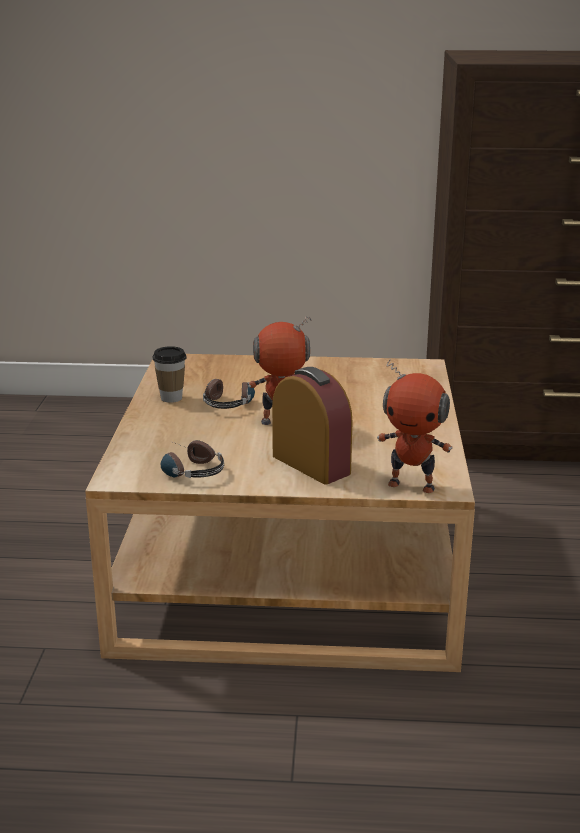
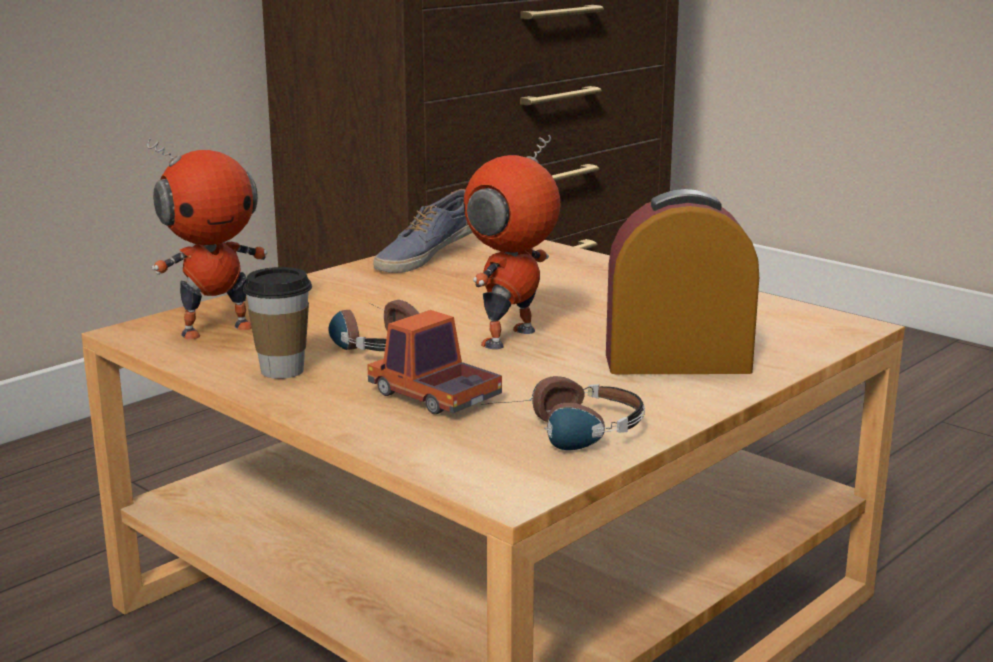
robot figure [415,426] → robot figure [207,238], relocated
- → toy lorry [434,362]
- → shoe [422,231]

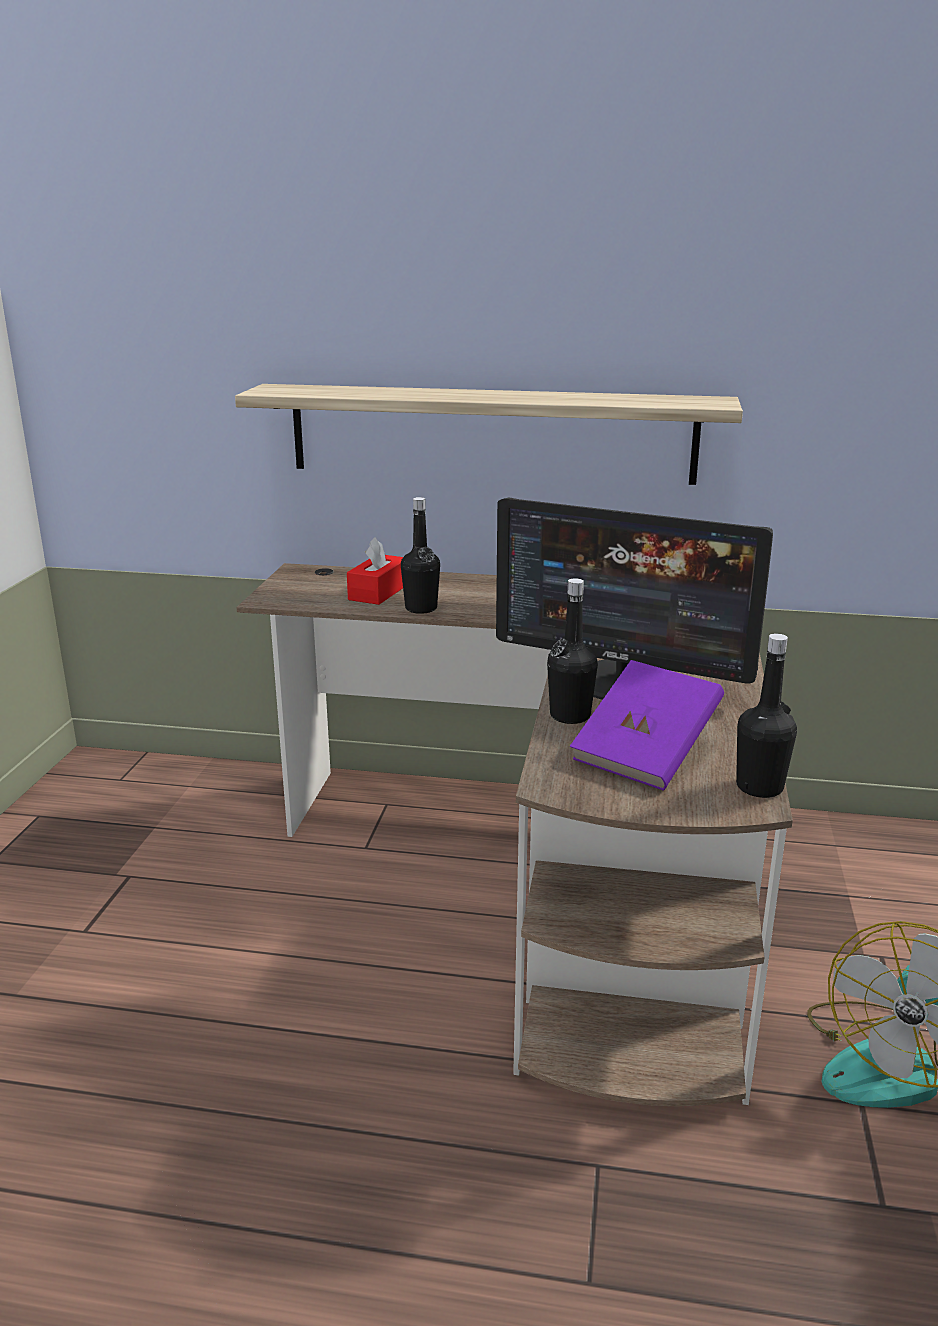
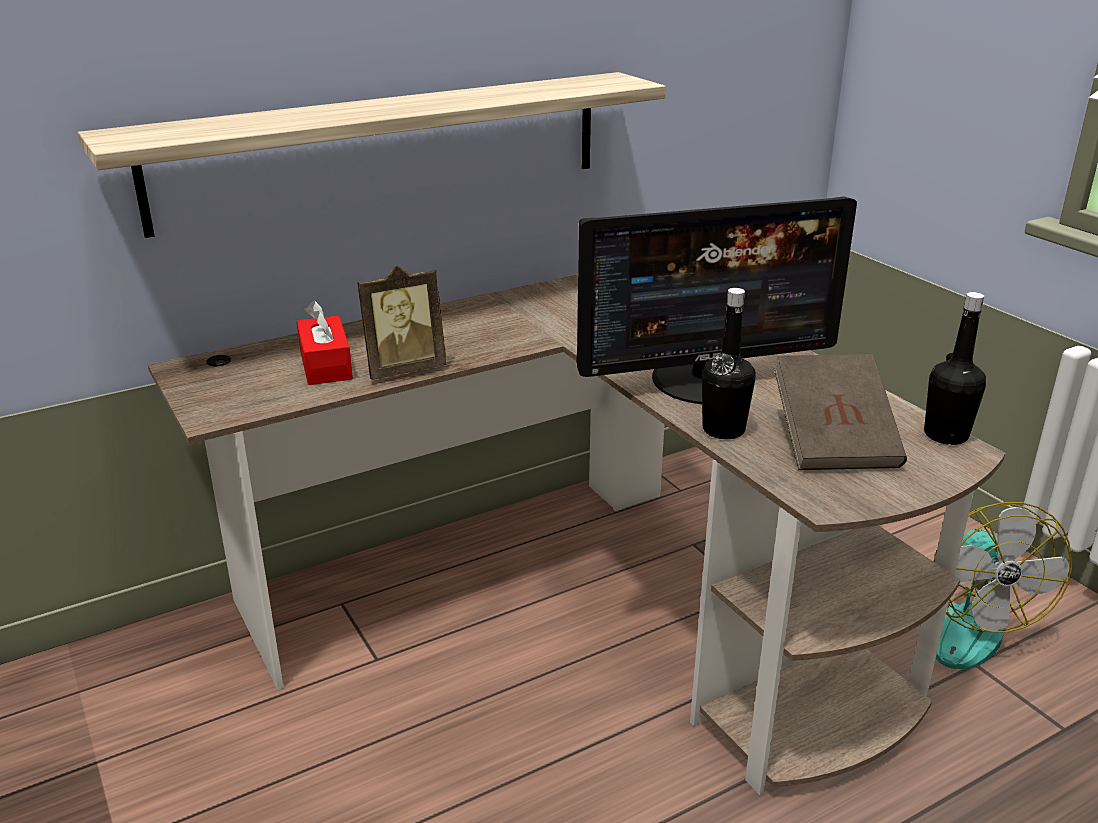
beverage bottle (blackish) [420,555] → standing frame [401,322]
volume (purple) [647,725] → volume (brown-coloured) [840,412]

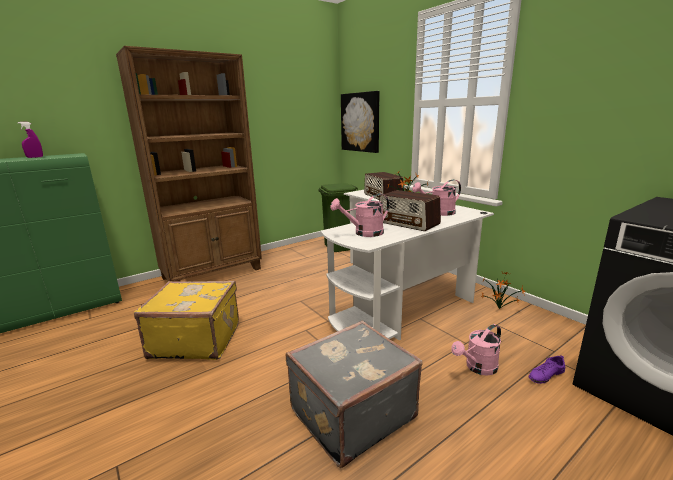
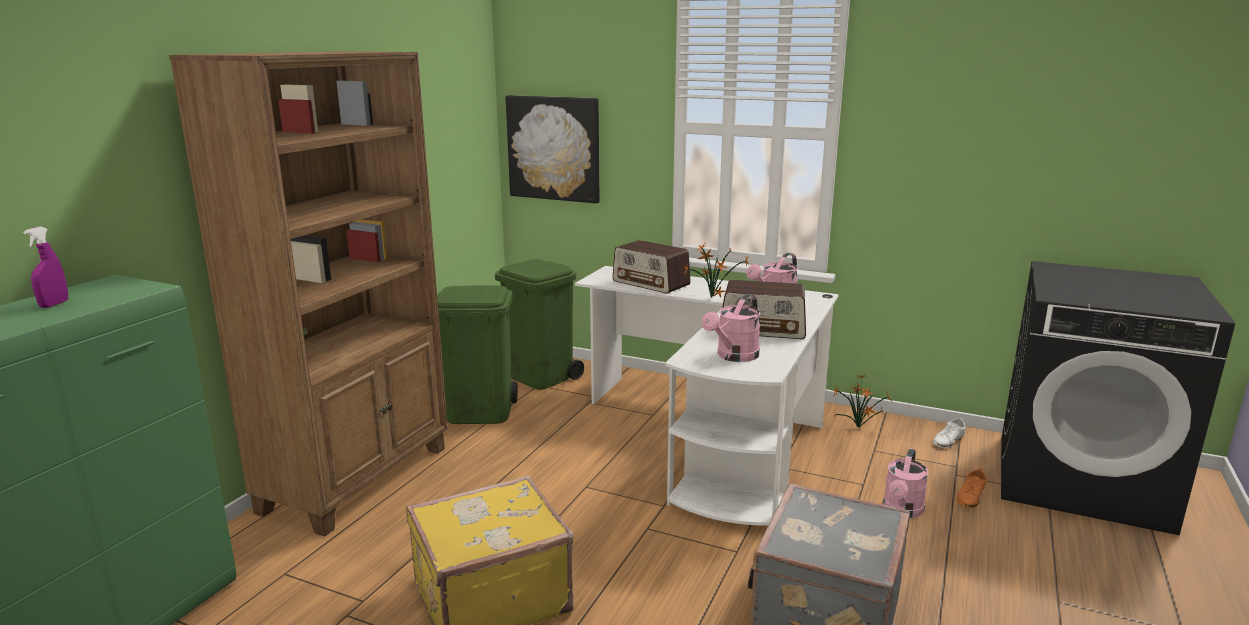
shoe (purple) [547,370] → shoe (orange-coloured) [971,488]
- → rubbish bin (green) [477,354]
- → shoe (white) [949,432]

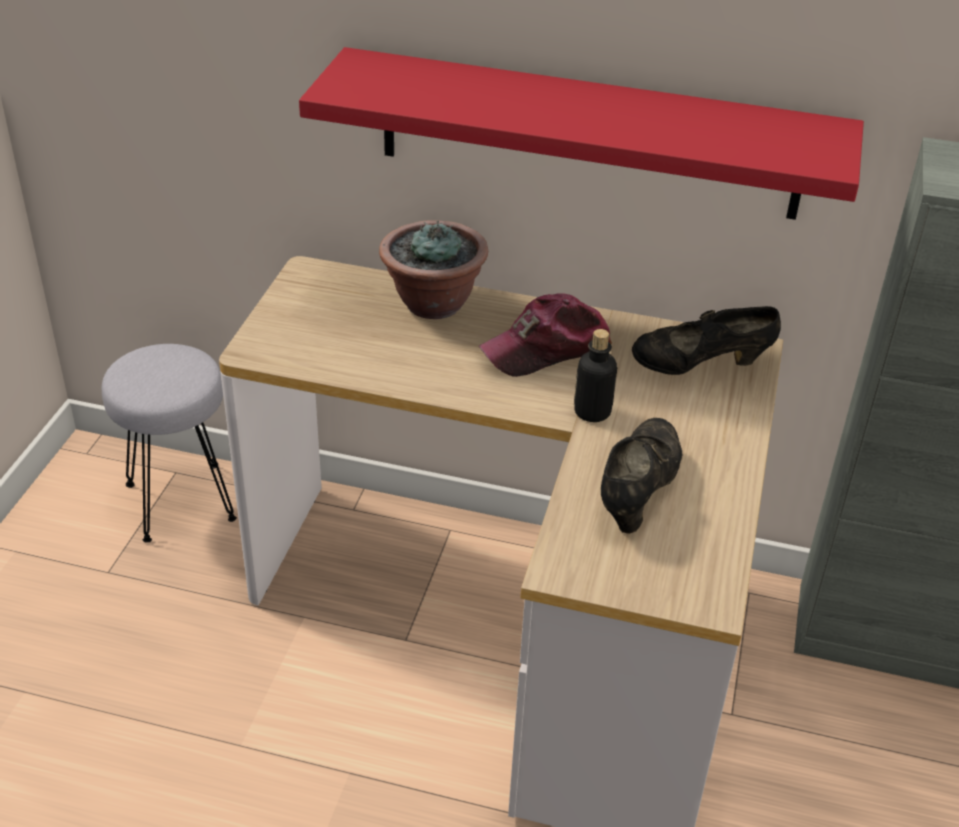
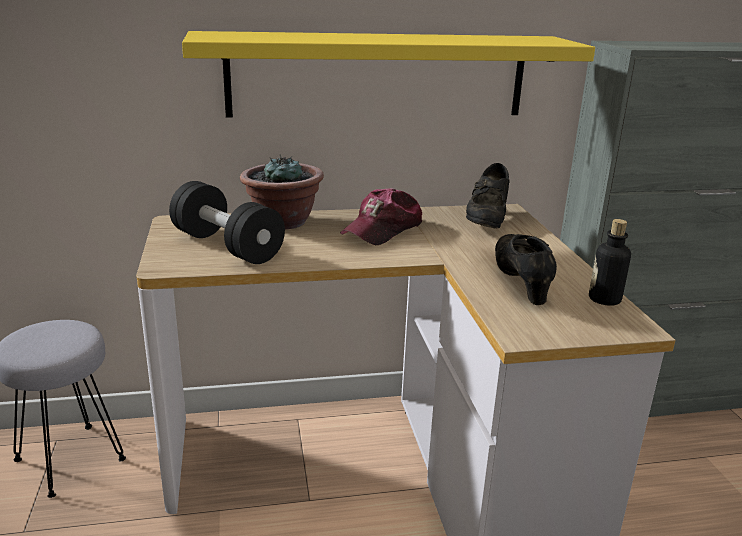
bracket shelf (reddish) [581,133] → bracket shelf (yellow) [388,74]
beverage bottle [595,375] → beverage bottle [610,262], relocated
shoe (blackish) [706,340] → shoe (blackish) [488,196], 45 degrees counterclockwise
- → dumbbell (blackish) [227,222]

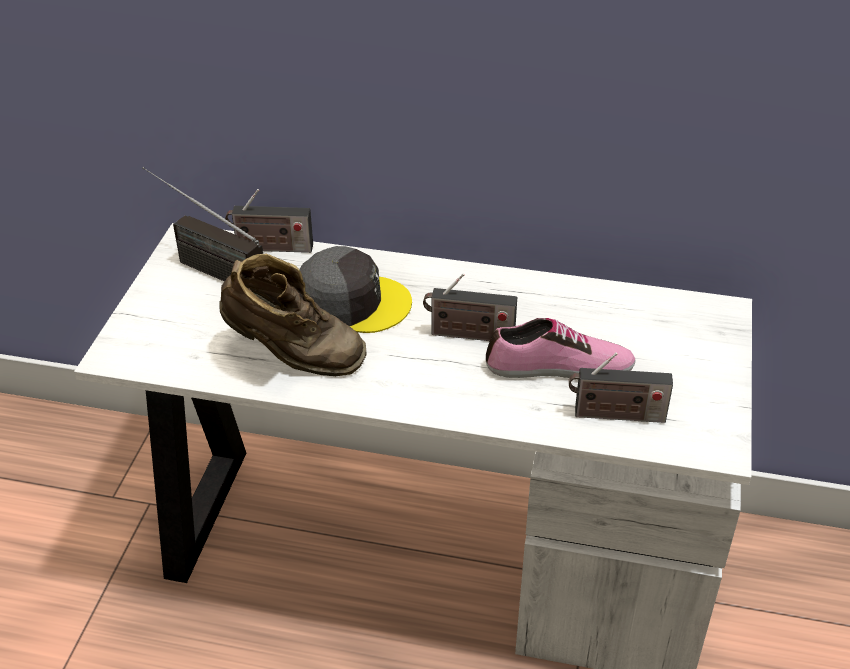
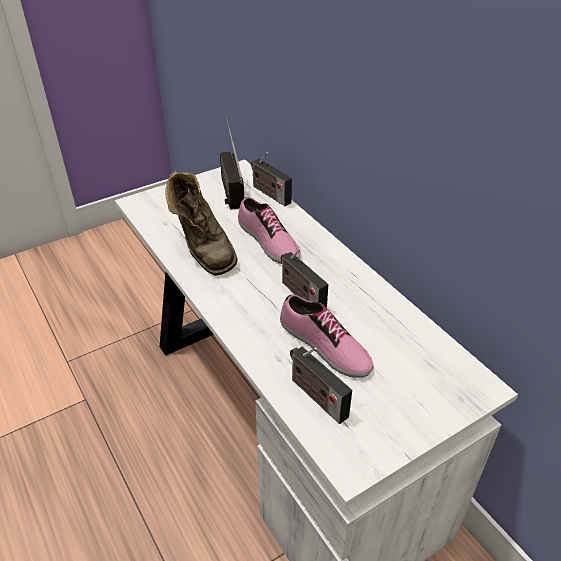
cap (gray) [355,289] → shoe [269,230]

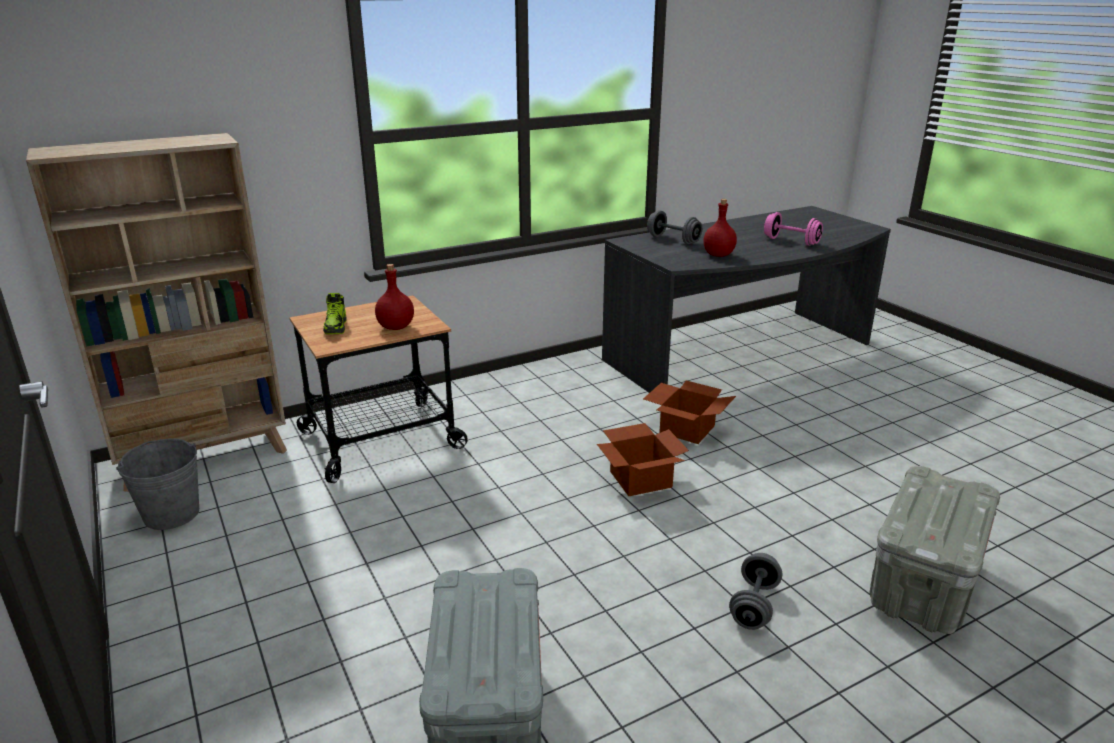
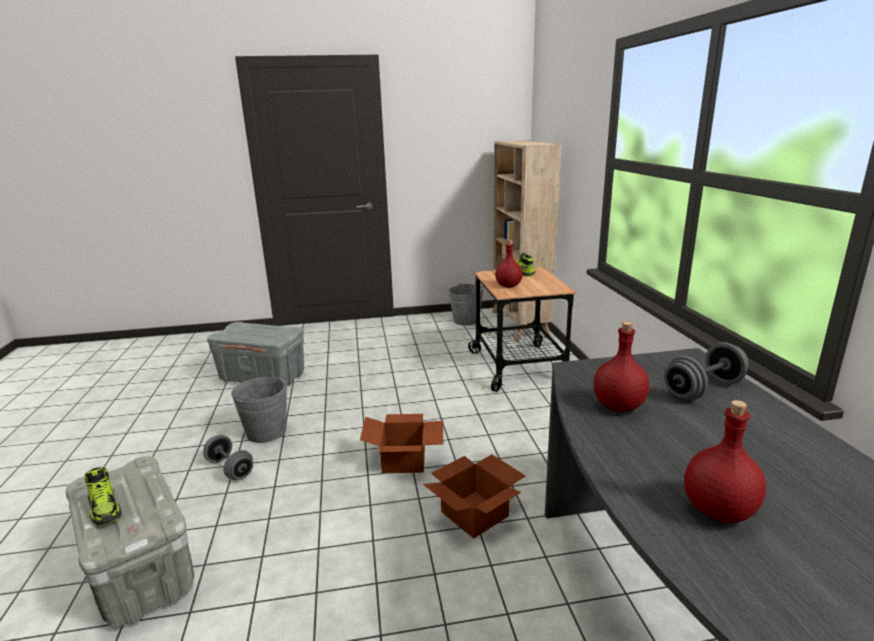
dumbbell (pink-coloured) [793,229] → beverage bottle (reddish) [725,461]
- → shoe [103,496]
- → bucket (gray) [259,410]

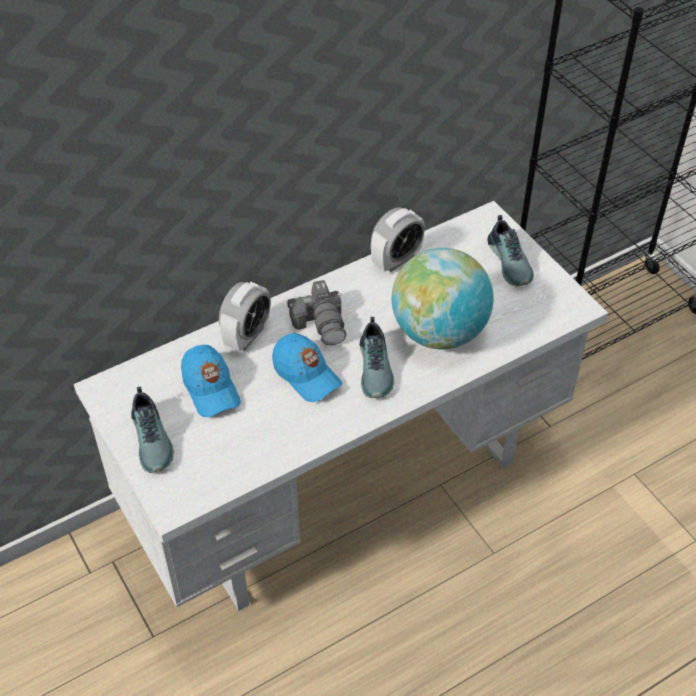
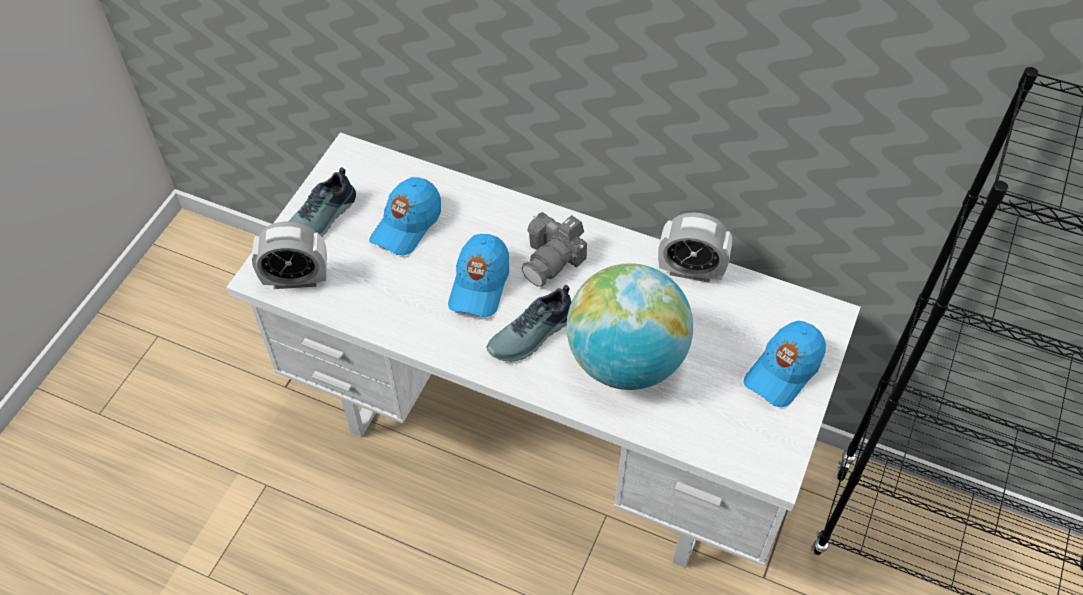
bedside clock [245,317] → bedside clock [289,255], relocated
shoe [510,250] → cap (blue-coloured) [784,364]

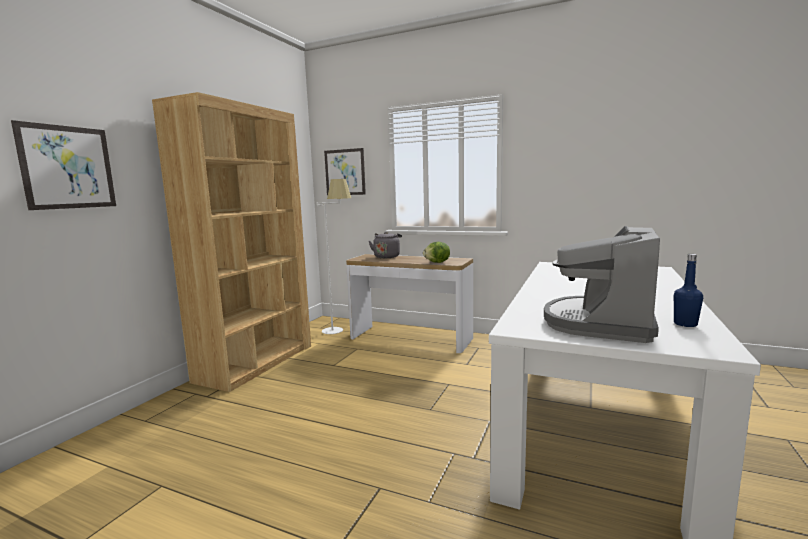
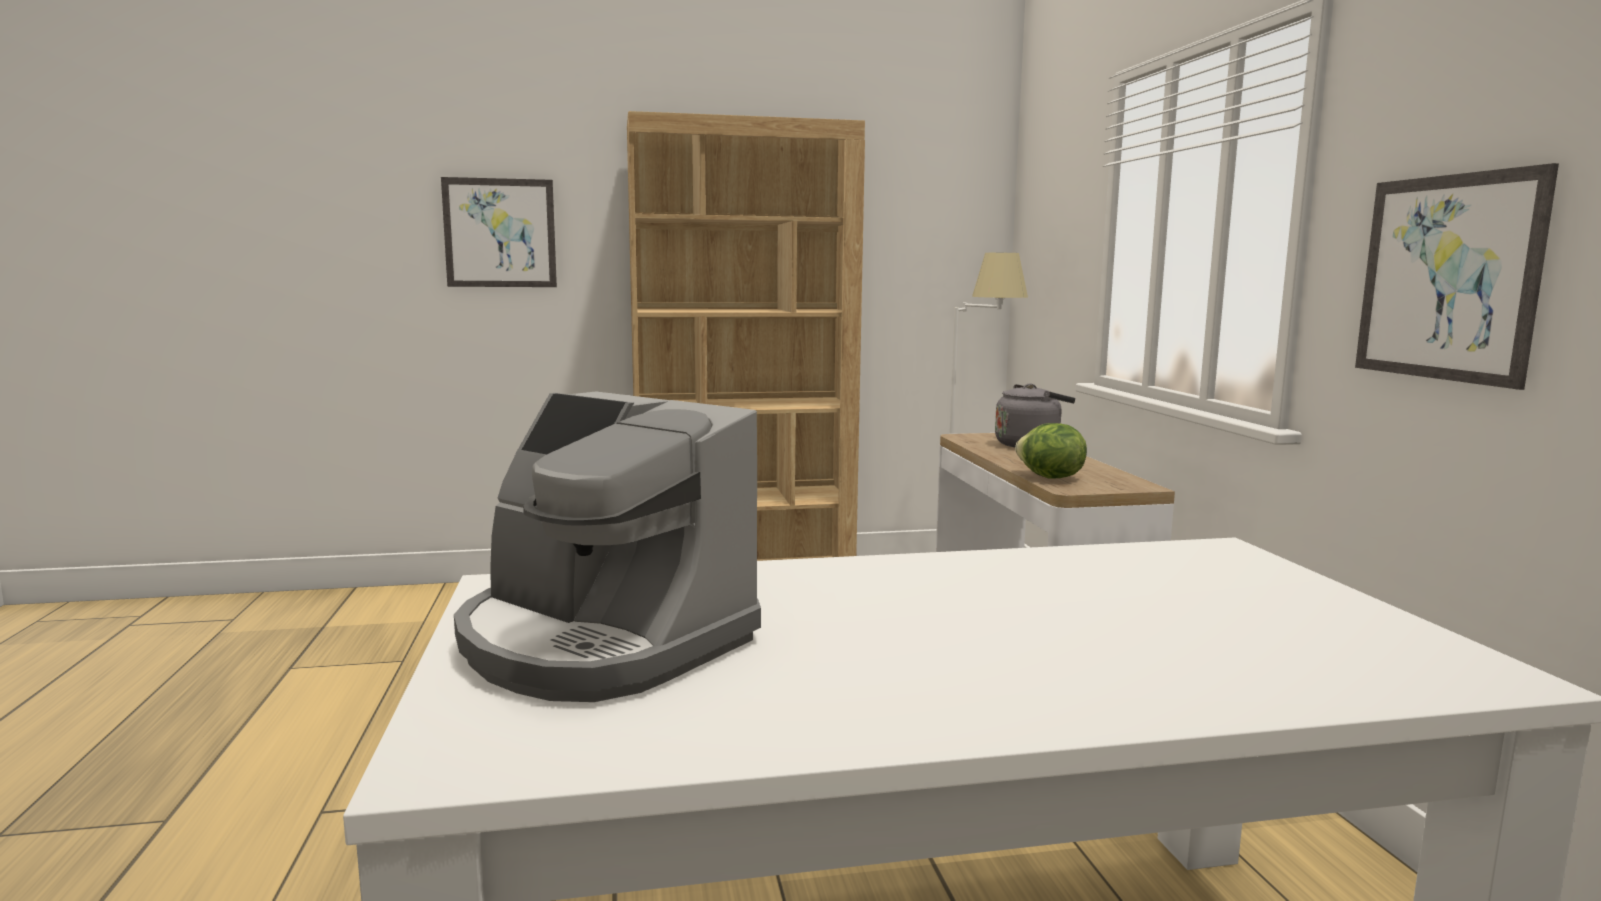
picture [345,171] → picture [1457,276], relocated
coffee machine [602,284] → coffee machine [607,547], 135 degrees counterclockwise
beverage bottle (blue-coloured) [688,290] → -

